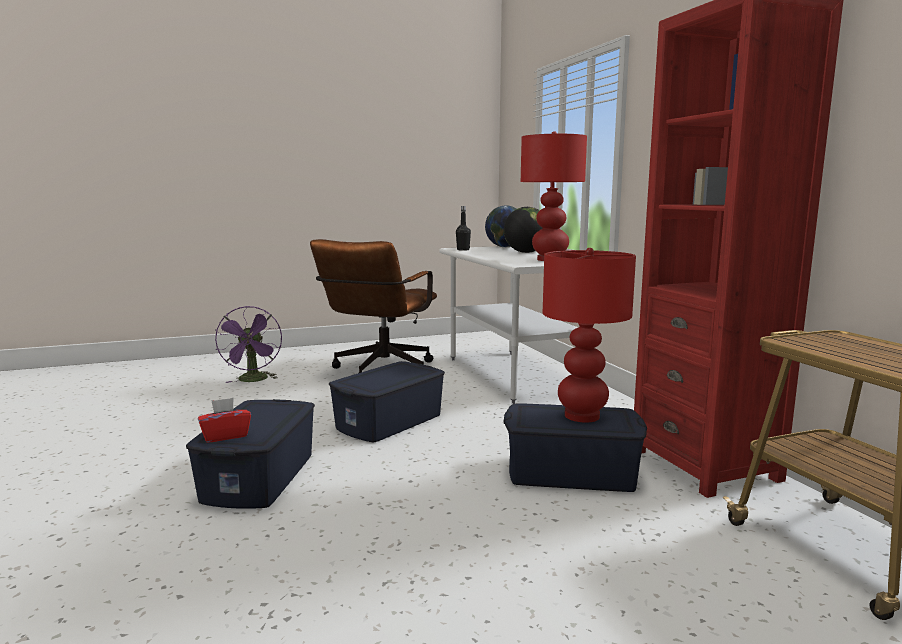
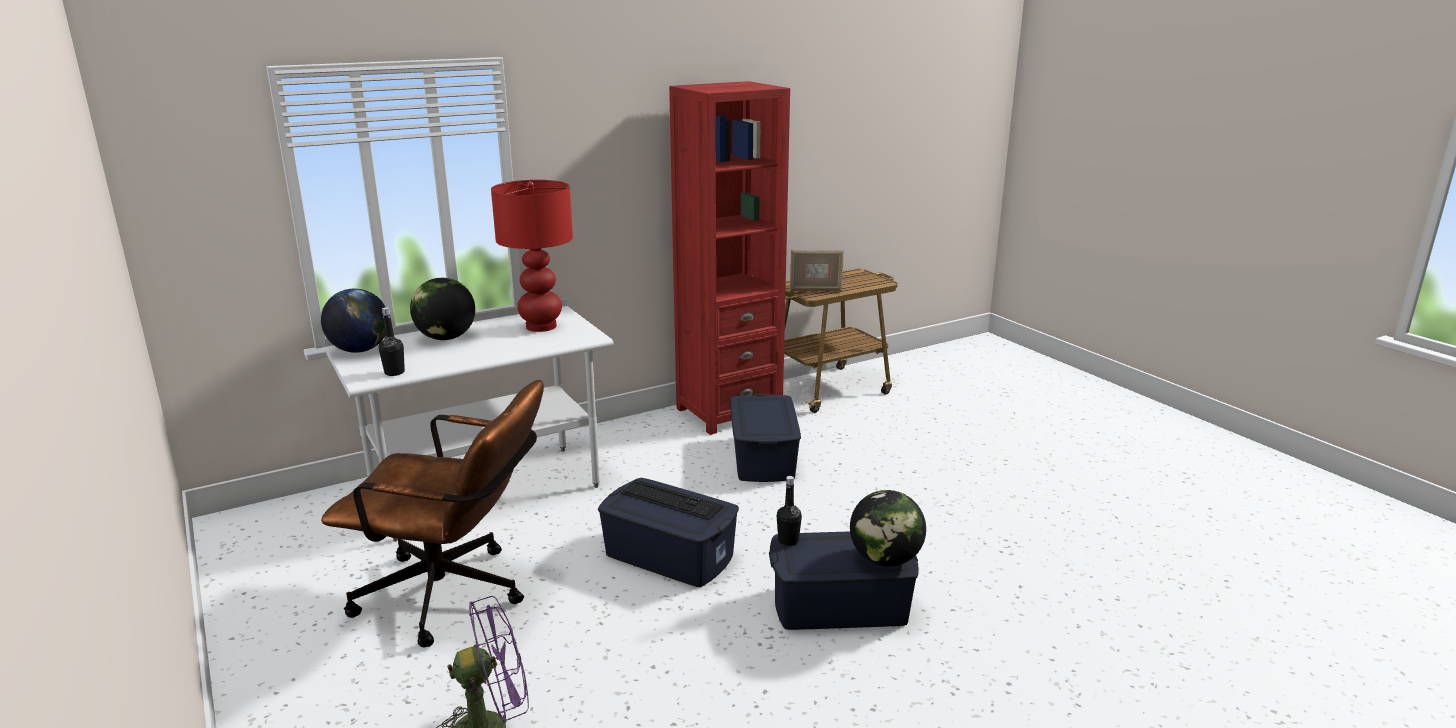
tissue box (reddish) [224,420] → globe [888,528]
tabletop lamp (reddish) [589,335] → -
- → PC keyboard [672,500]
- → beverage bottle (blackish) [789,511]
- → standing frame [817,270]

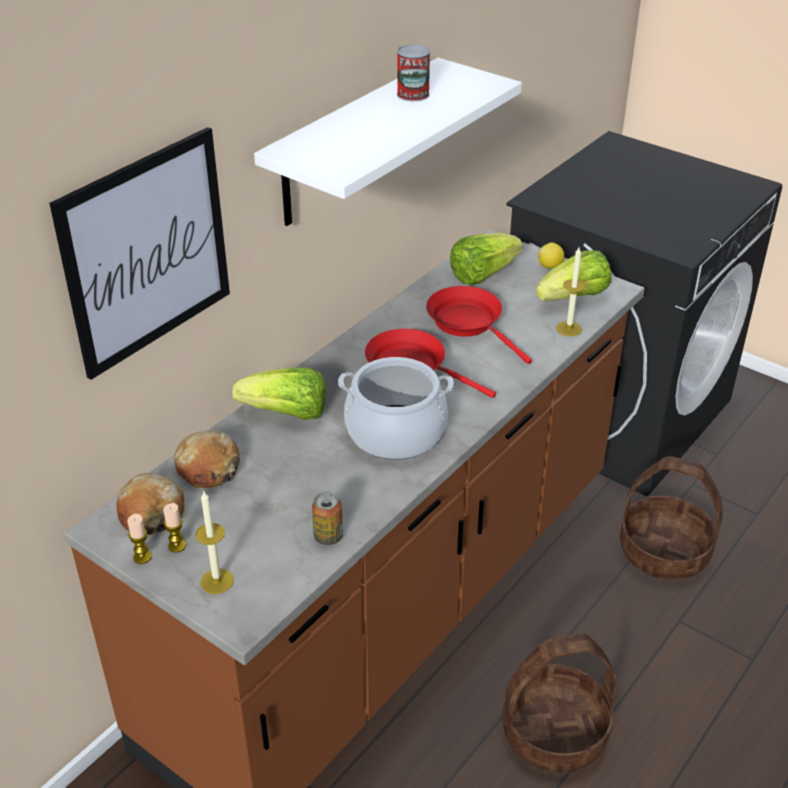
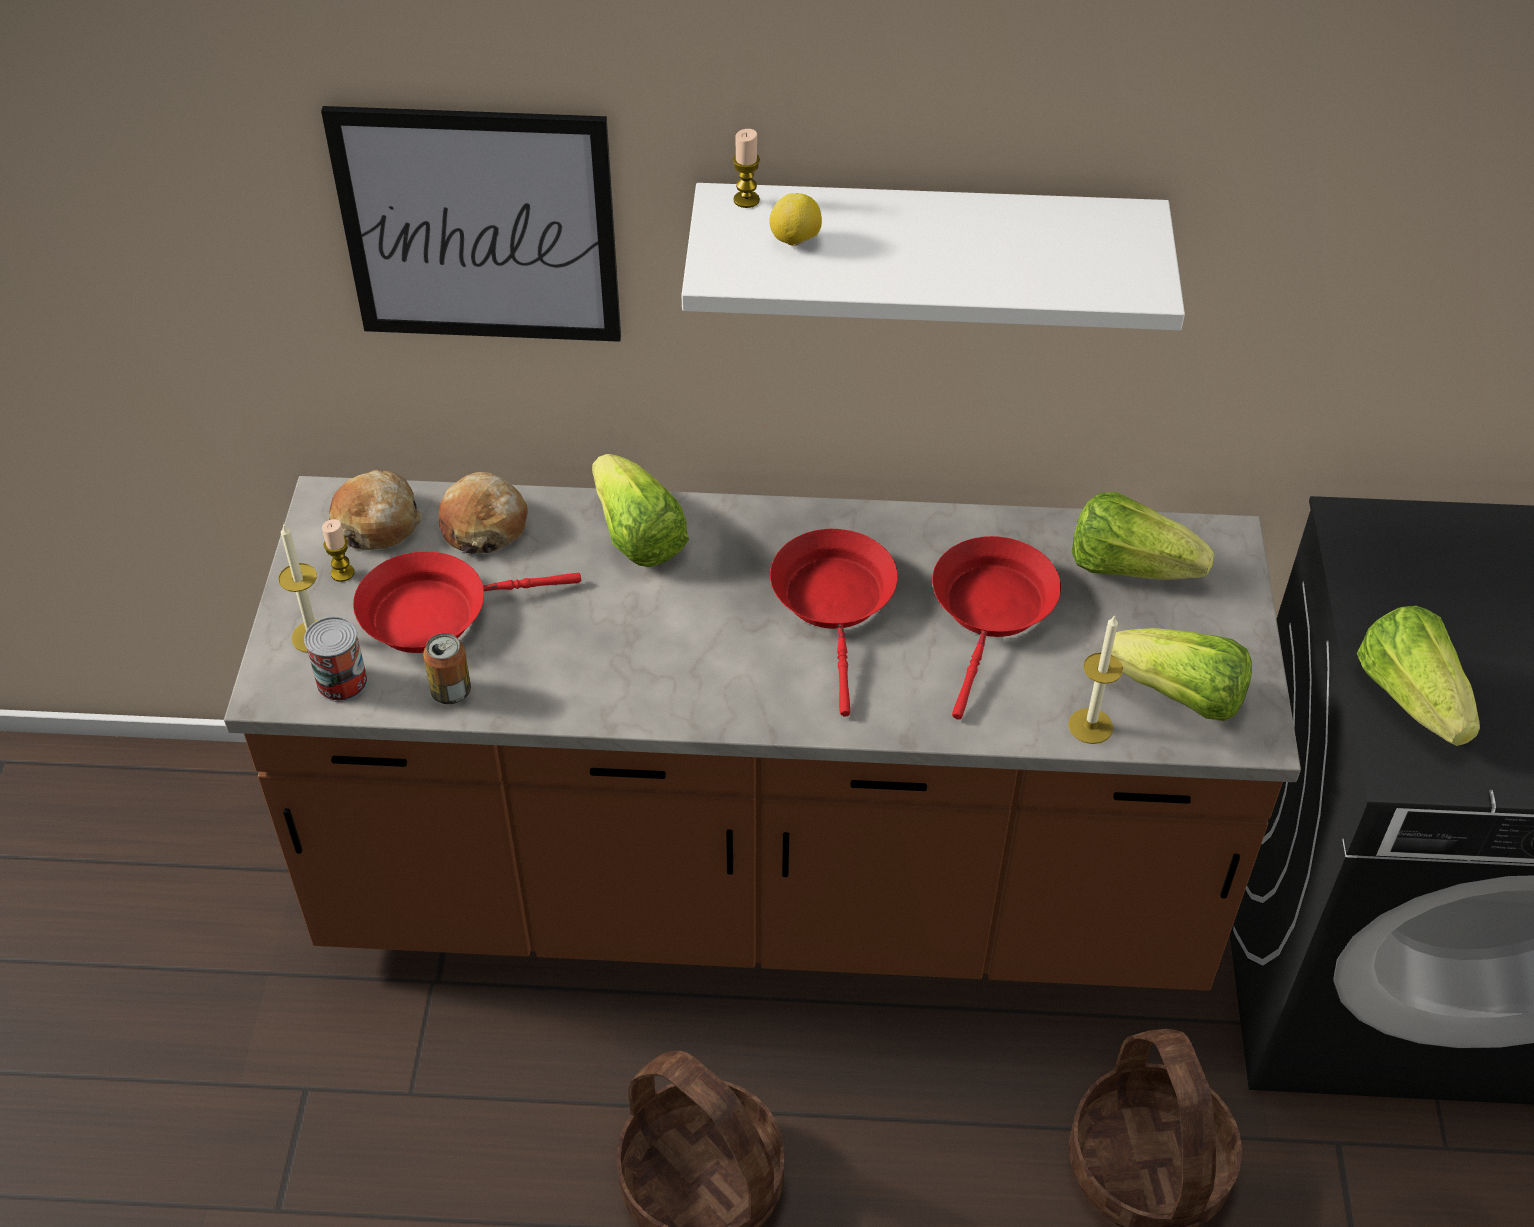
candle [139,539] → candle [746,168], relocated
saucepot [396,408] → -
sealed can [413,72] → sealed can [336,659], relocated
citrus fruit [551,255] → citrus fruit [795,219], relocated
- → pan (reddish) [467,602]
- → lettuce [1418,676]

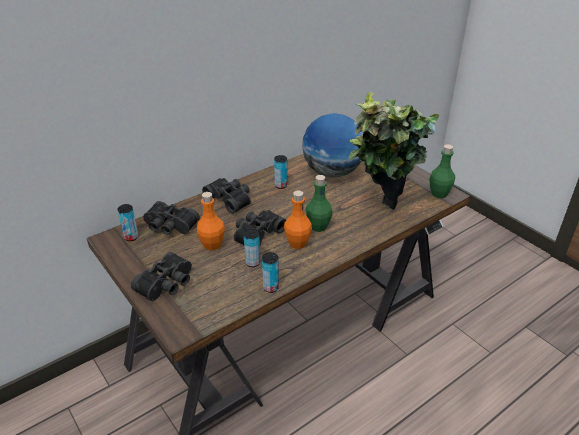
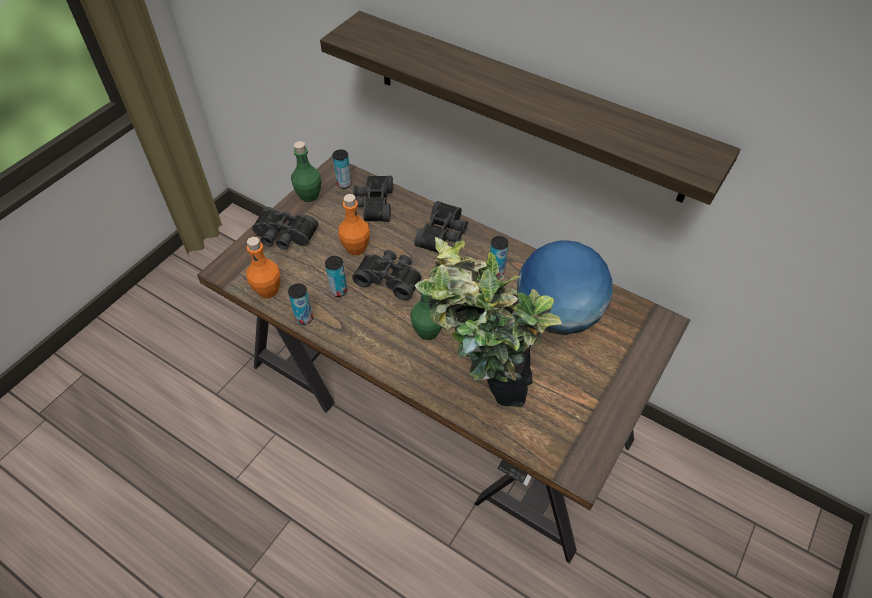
beverage bottle (orange-coloured) [298,220] → beverage bottle (orange-coloured) [263,267], relocated
beverage bottle (green) [442,171] → beverage bottle (green) [306,171], relocated
- → bracket shelf [530,108]

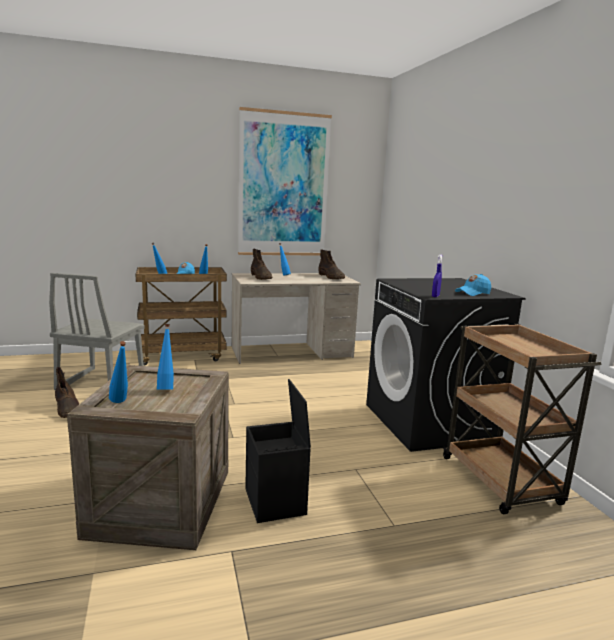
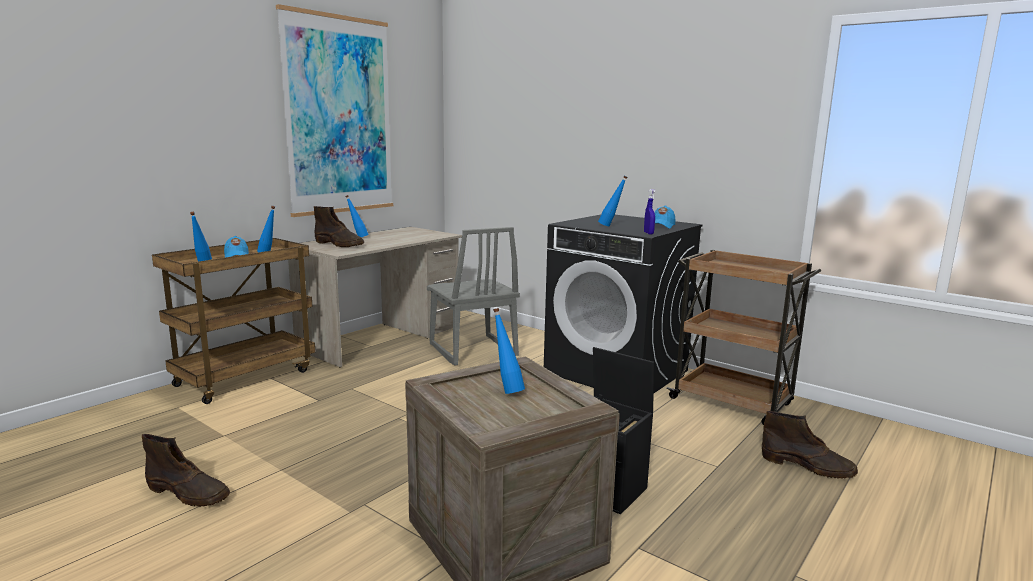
chair (gray) [97,331] → chair (gray) [473,296], relocated
beverage bottle (blue-coloured) [118,372] → beverage bottle (blue-coloured) [612,201], relocated
tall boot (brown-coloured) [331,264] → tall boot (brown-coloured) [810,445], relocated

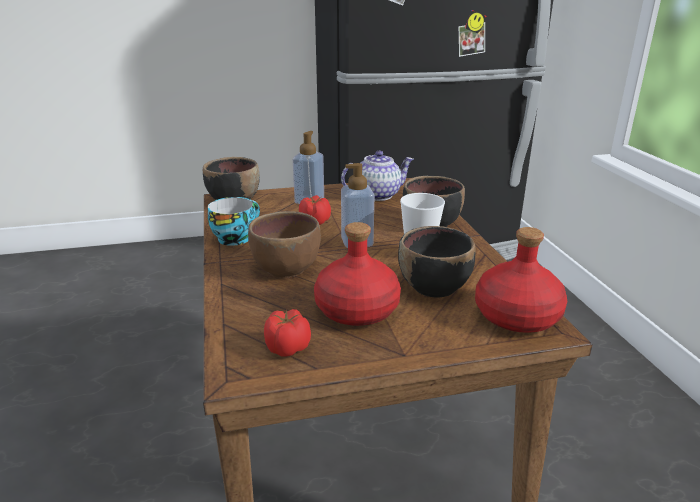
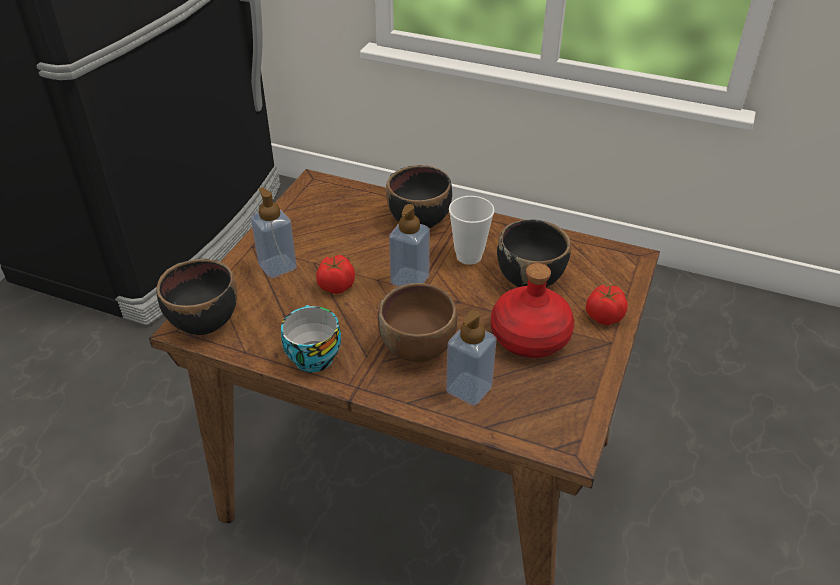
whole tomato [287,333] → whole tomato [607,305], relocated
pot for tea [377,176] → -
beverage bottle (reddish) [521,280] → -
- → soap dispenser [471,358]

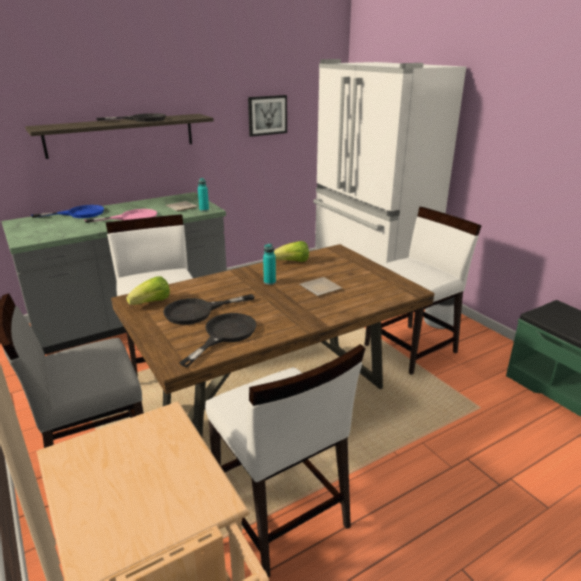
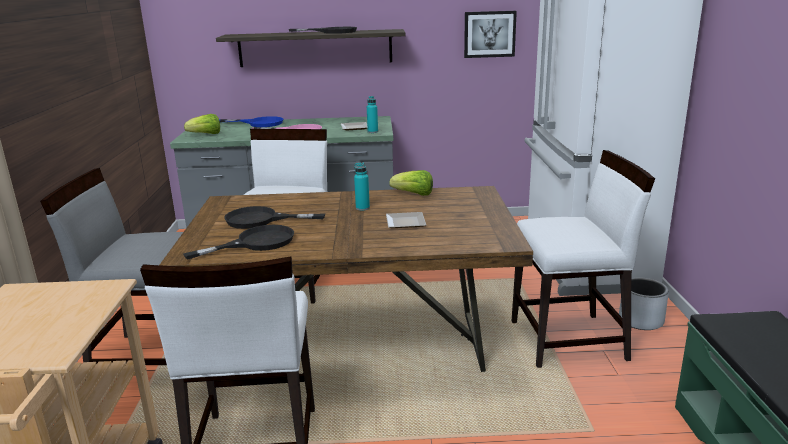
lettuce [148,290] → lettuce [202,124], relocated

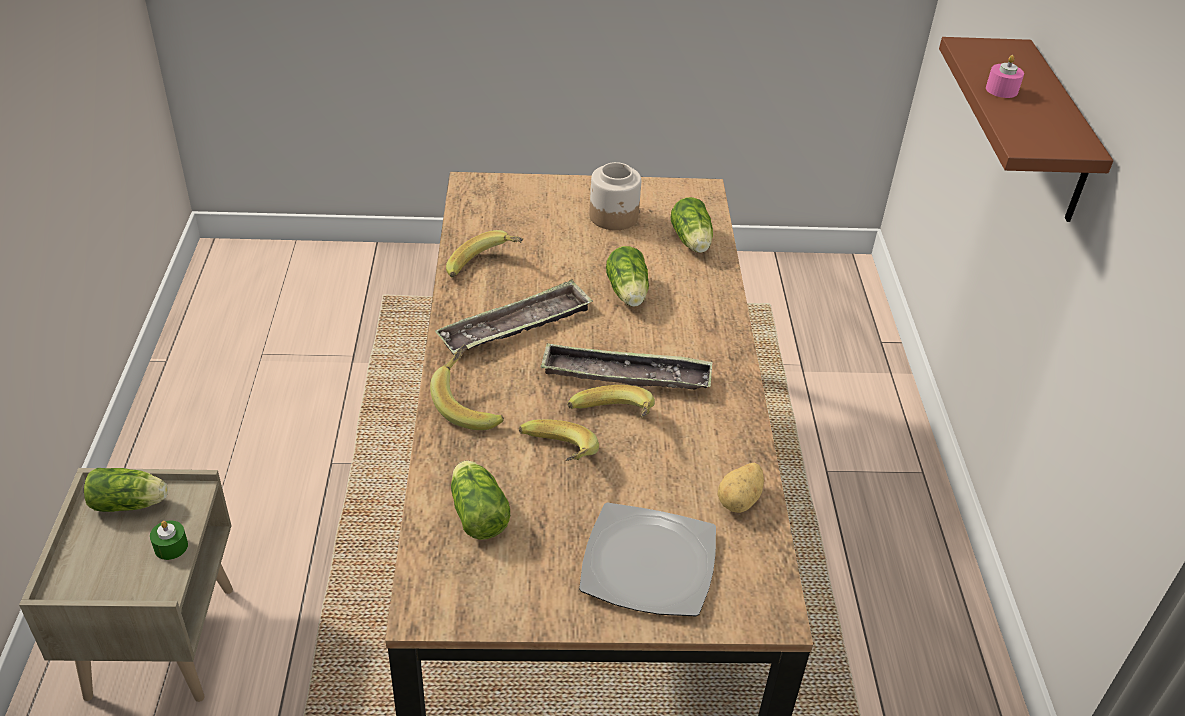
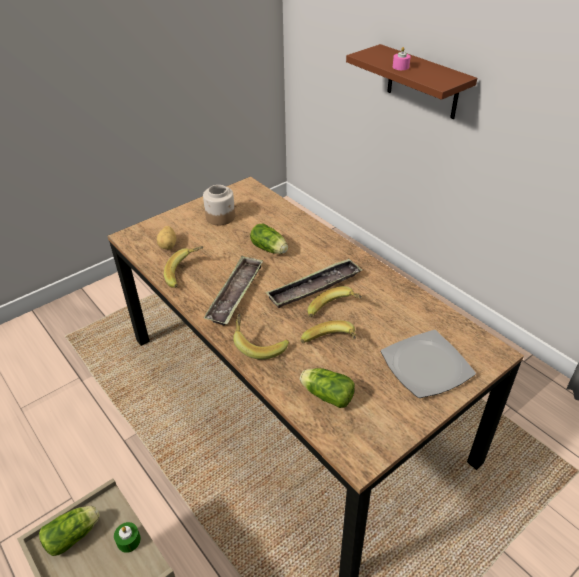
lettuce [692,225] → -
whole potato [740,488] → whole potato [166,237], relocated

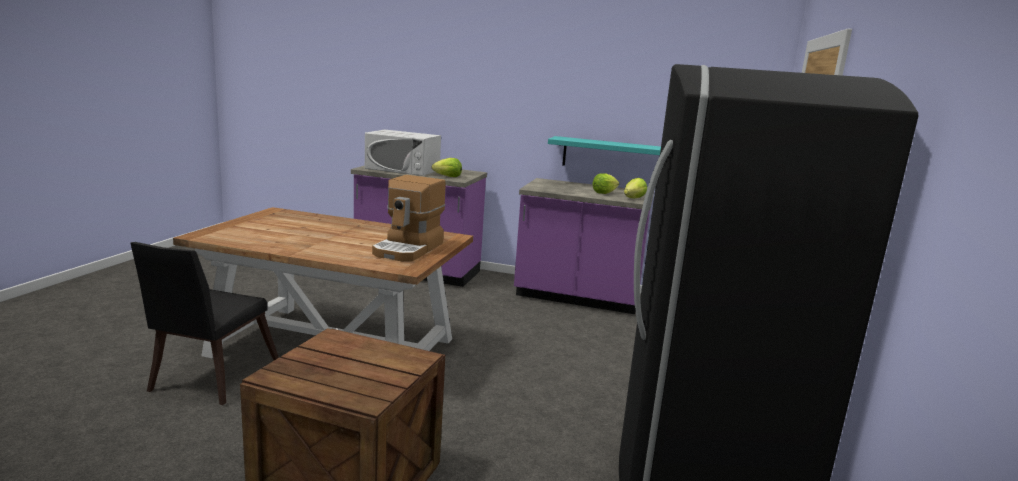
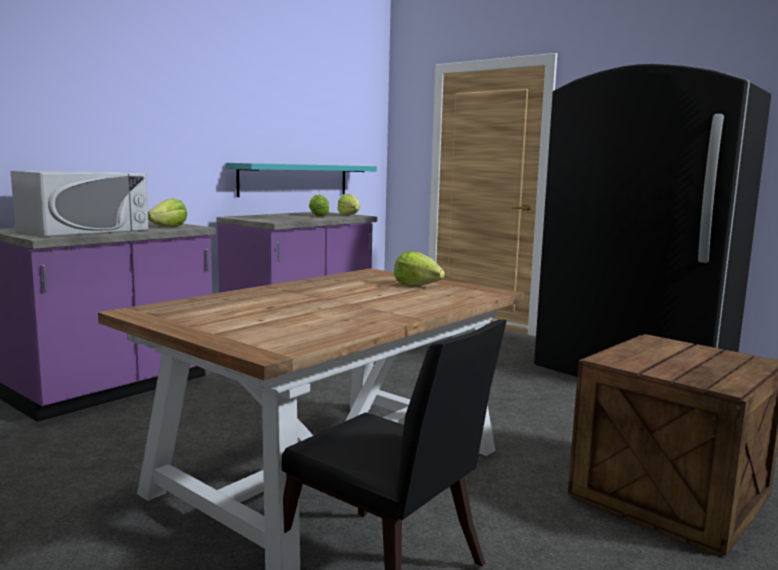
coffee machine [409,218] → lettuce [419,268]

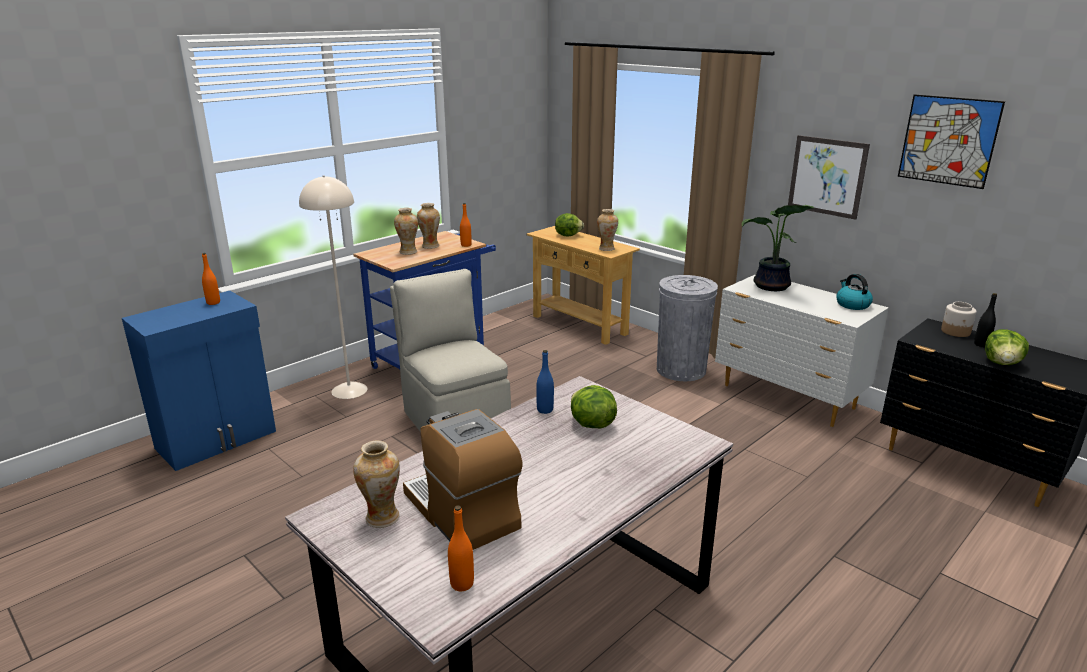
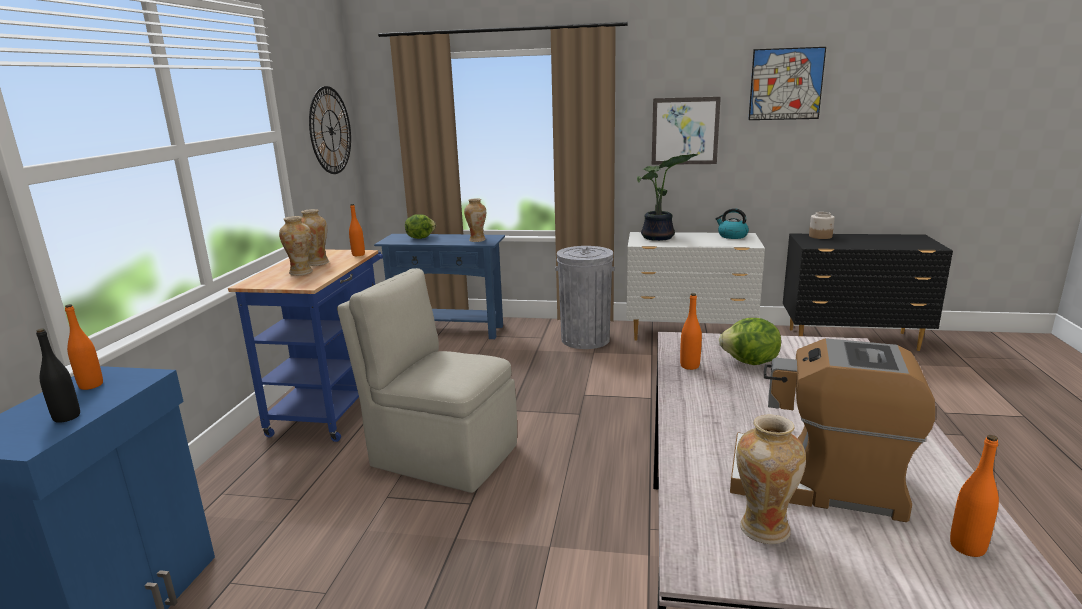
standing lamp (sand-coloured) [333,287] → -
console table (sand-coloured) [583,285] → console table (blue-coloured) [439,286]
beverage bottle (blue-coloured) [545,382] → beverage bottle (orange-coloured) [691,331]
beverage bottle (blackish) [985,320] → beverage bottle (blackish) [58,376], relocated
lettuce [1007,347] → -
- → hanging clock [330,130]

